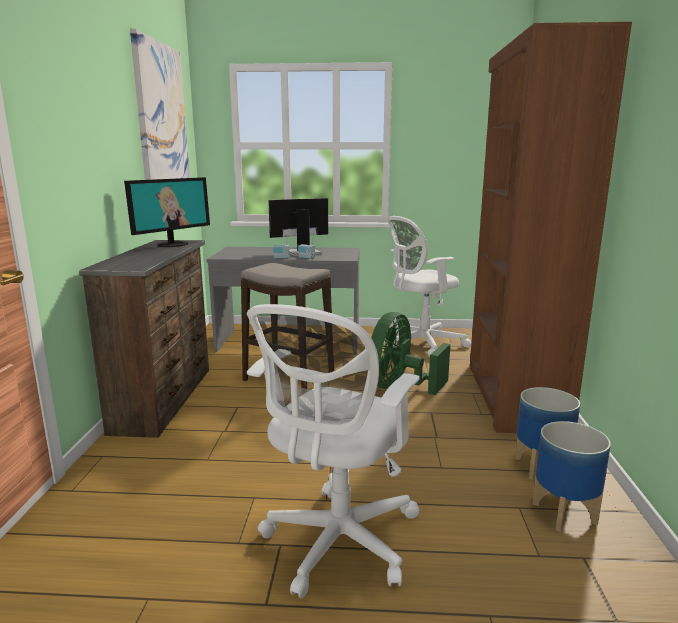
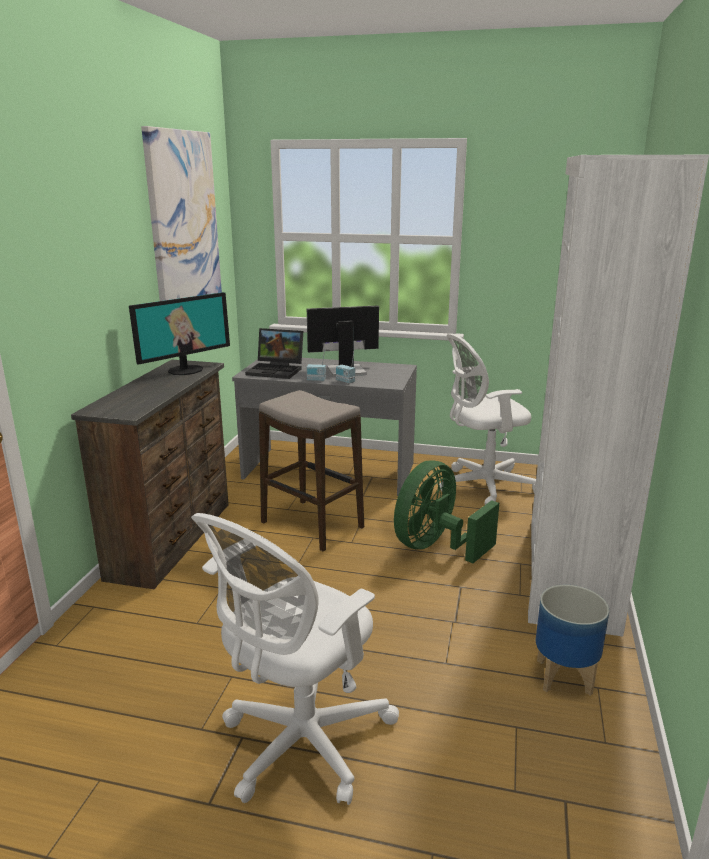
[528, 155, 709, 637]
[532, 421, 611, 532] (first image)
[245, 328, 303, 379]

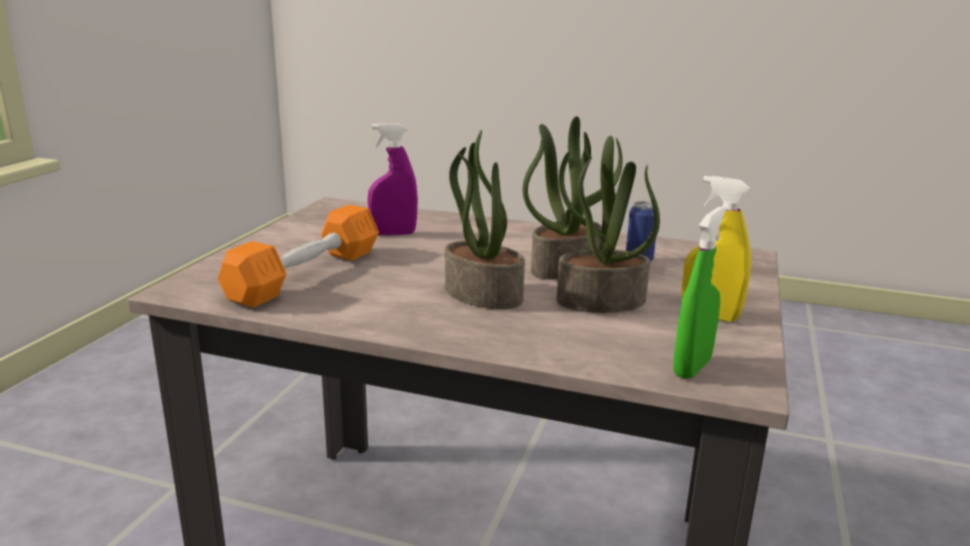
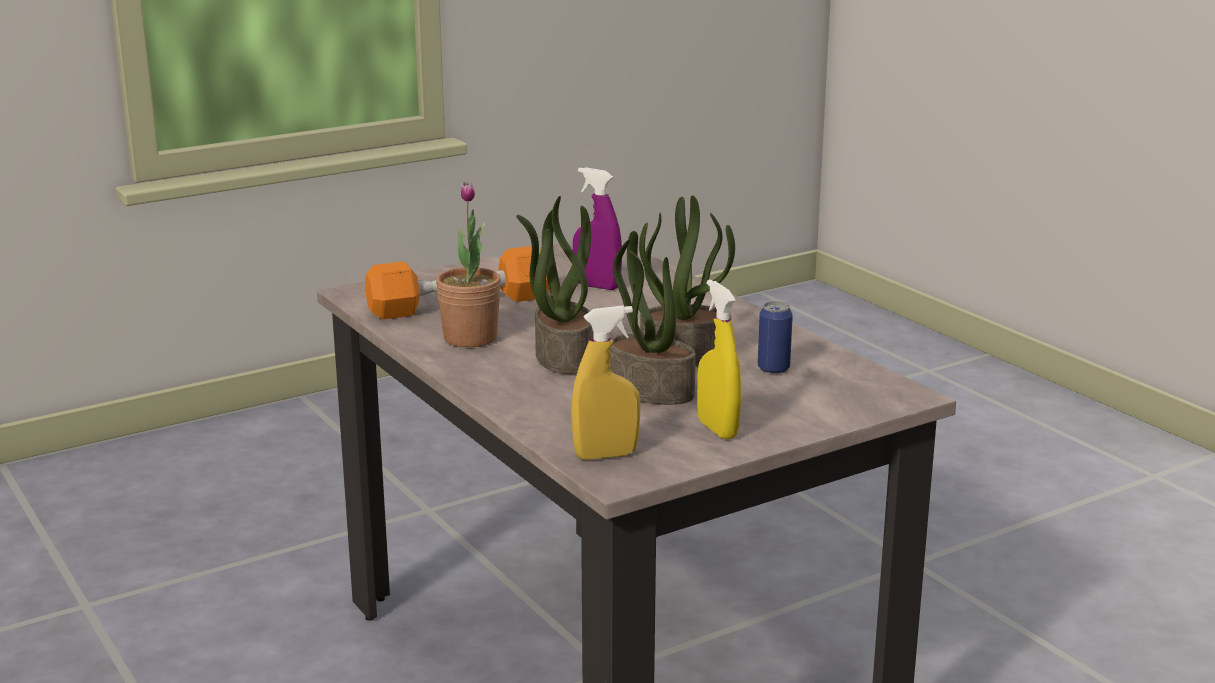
[571, 306, 640, 460]
[436, 182, 501, 347]

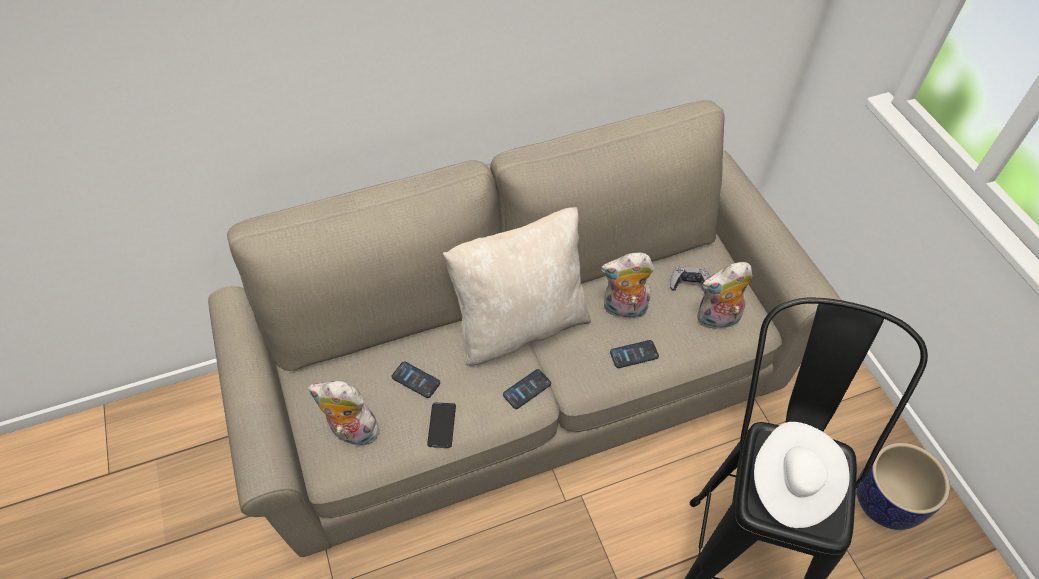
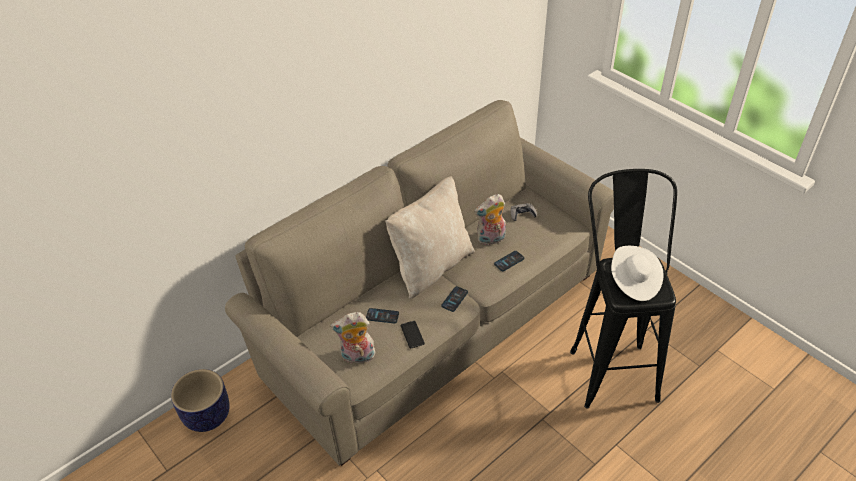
[697, 262, 752, 330] (first image)
[171, 369, 230, 432]

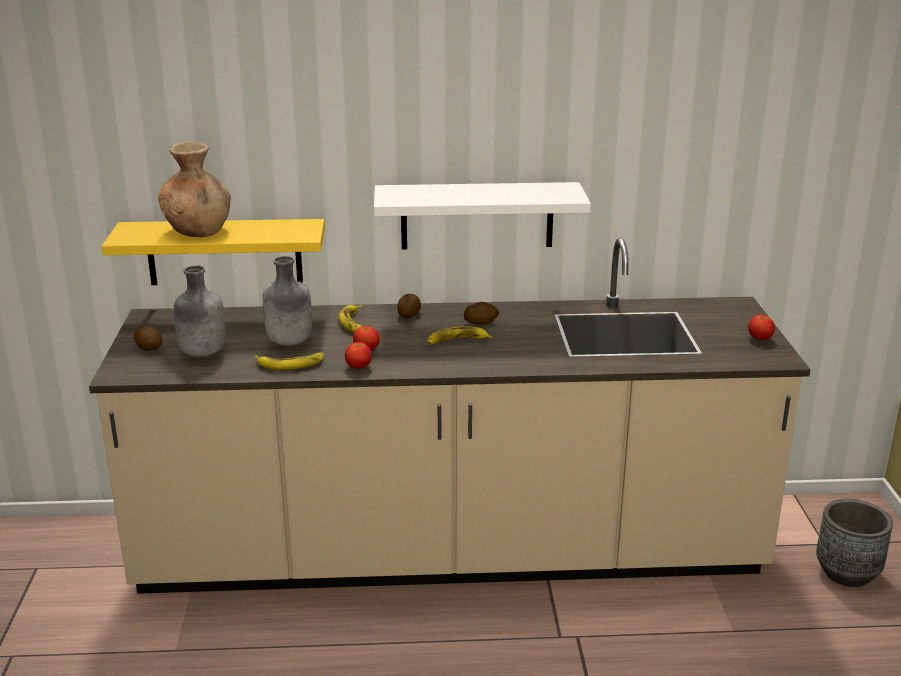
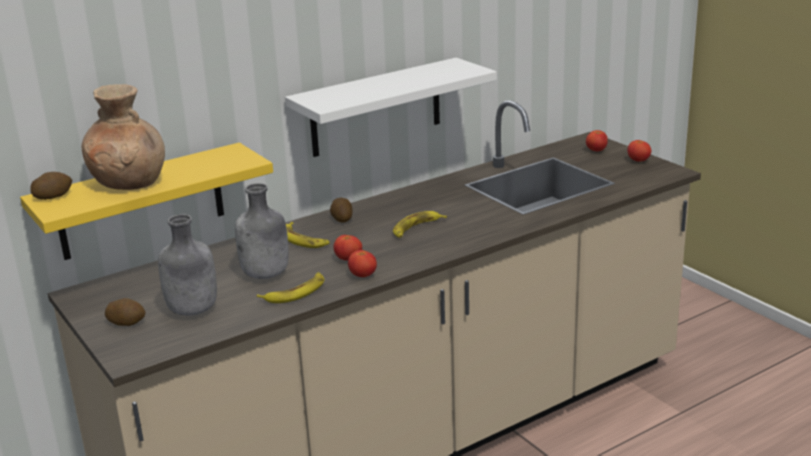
[30, 172, 72, 200]
[816, 499, 893, 587] (first image)
[586, 130, 608, 151]

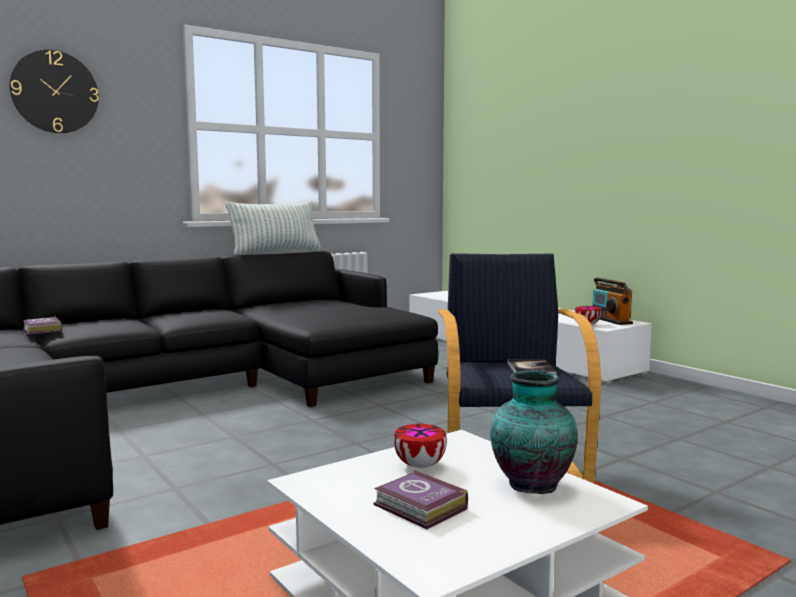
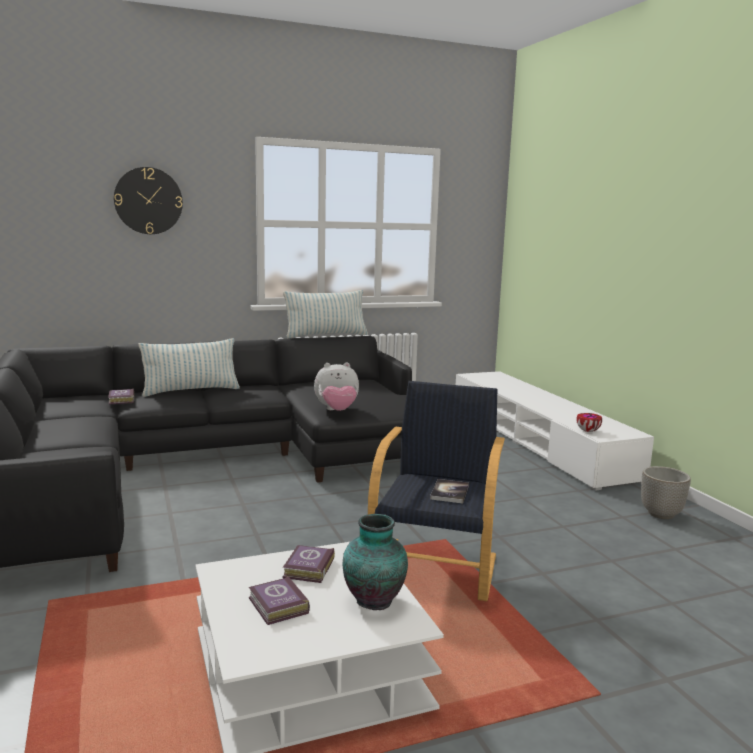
[283, 545, 335, 583]
[593, 277, 633, 325] (first image)
[138, 338, 240, 397]
[314, 363, 359, 411]
[641, 466, 691, 519]

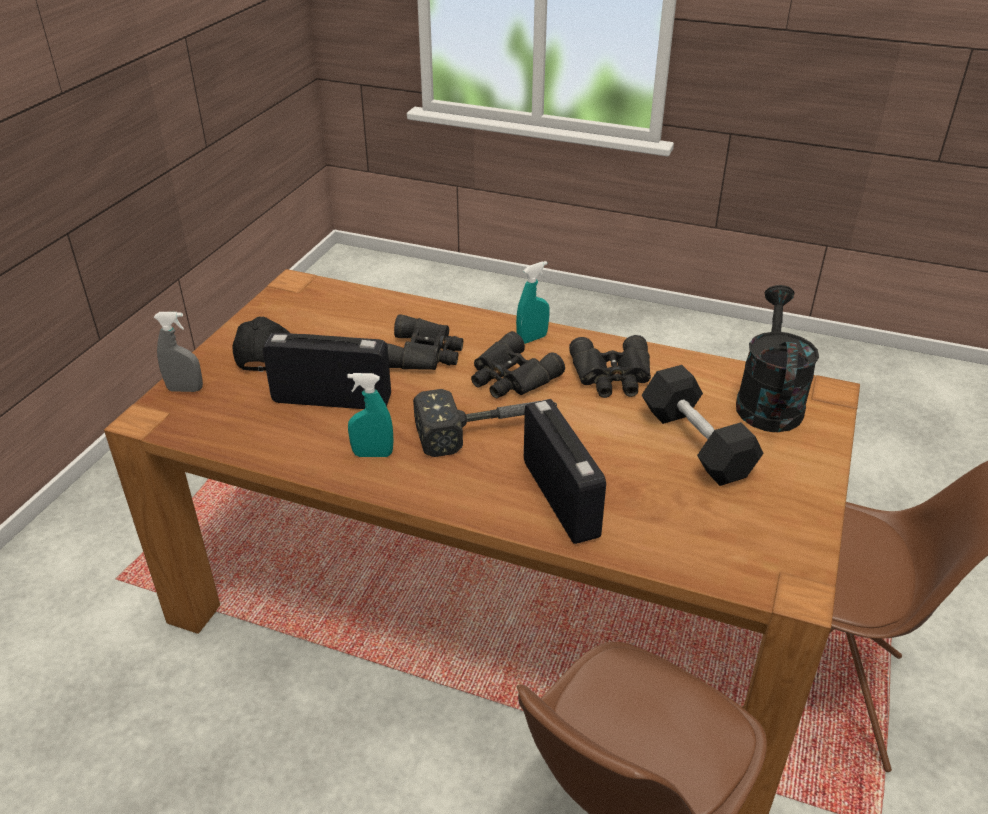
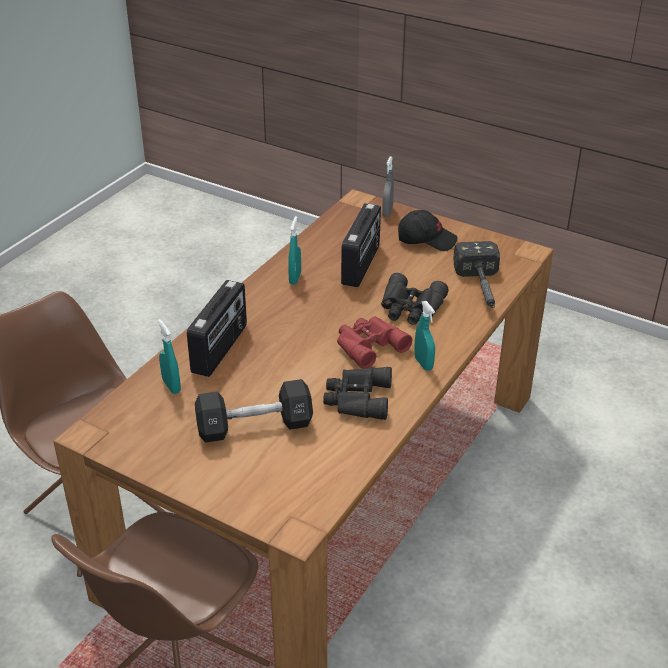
[453, 241, 500, 308]
[337, 317, 412, 368]
[187, 280, 247, 377]
[736, 285, 819, 432] (first image)
[158, 319, 181, 394]

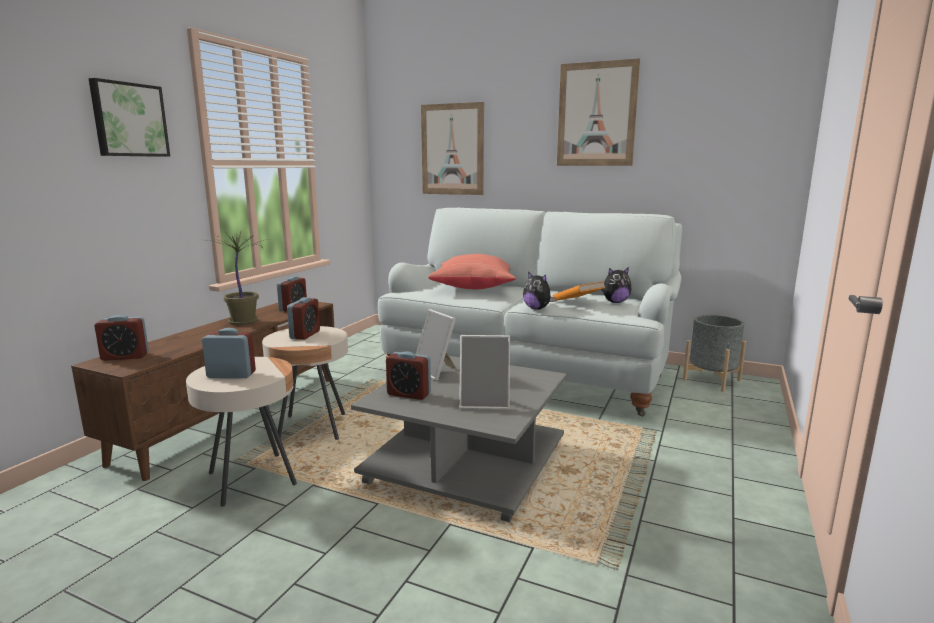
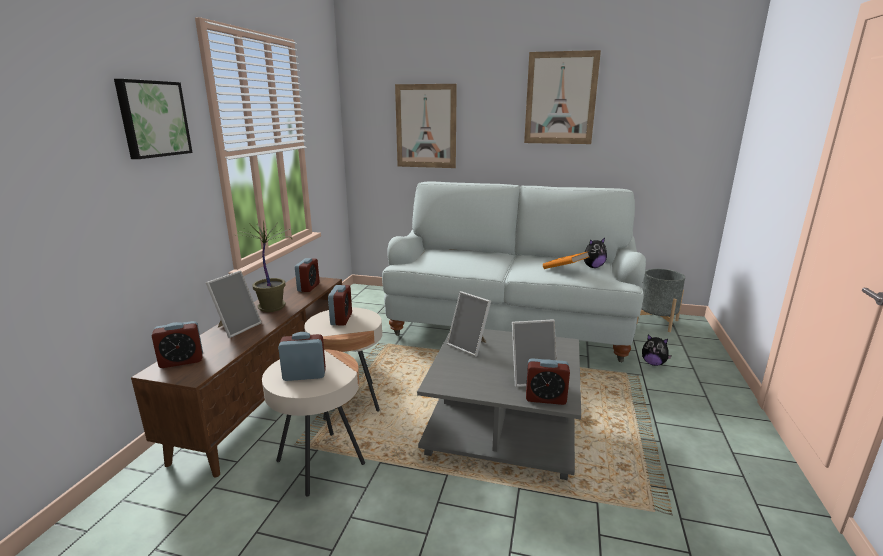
[526, 358, 570, 405]
[428, 254, 516, 289] (first image)
[642, 334, 672, 366]
[206, 271, 262, 338]

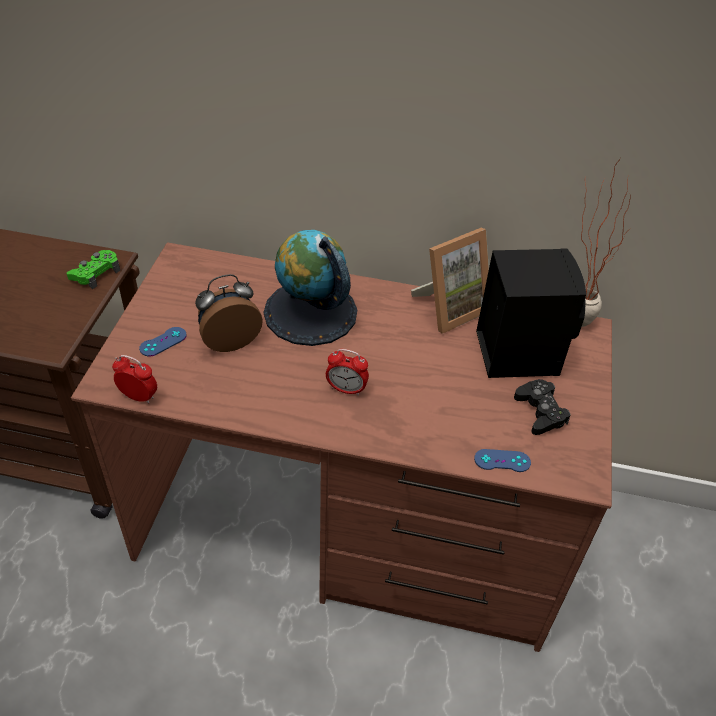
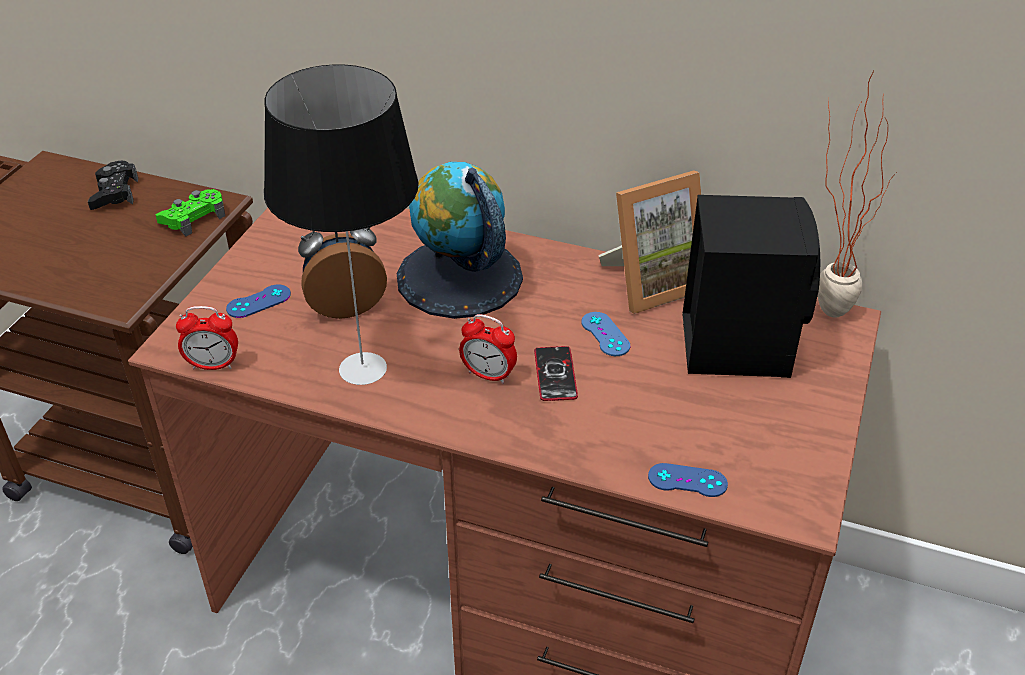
[176, 306, 238, 370]
[88, 161, 138, 210]
[264, 65, 419, 385]
[534, 346, 578, 401]
[581, 312, 630, 356]

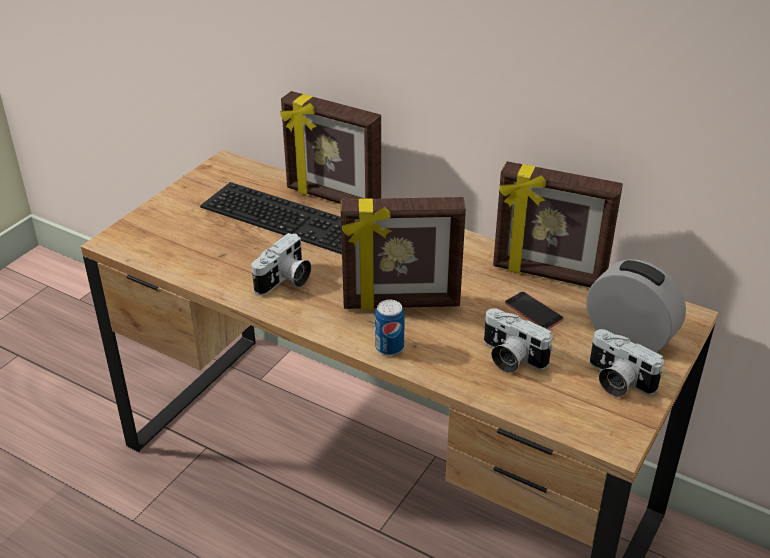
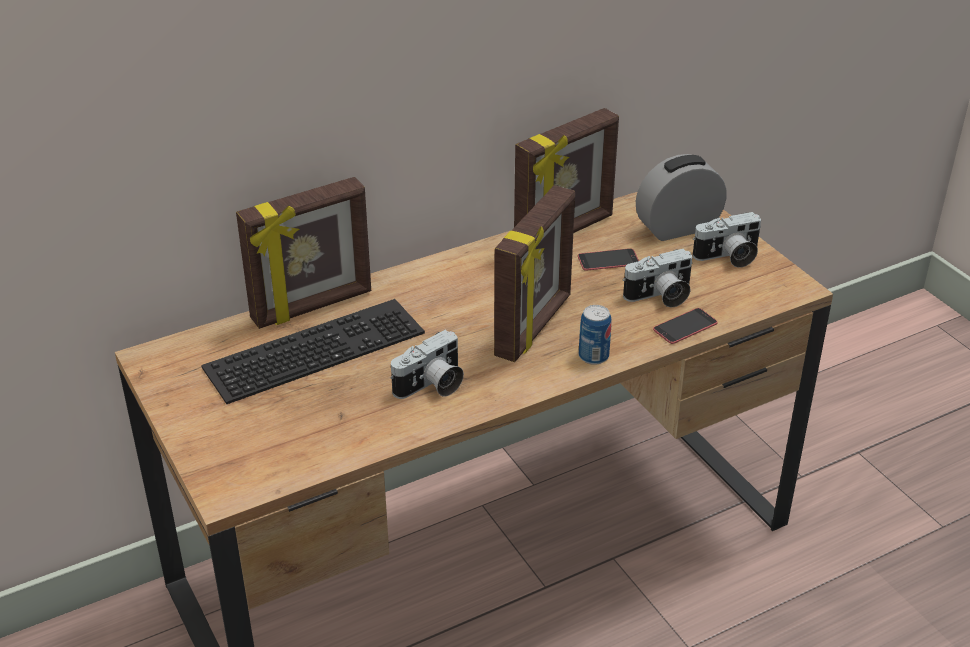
[391, 330, 464, 399]
[653, 308, 718, 344]

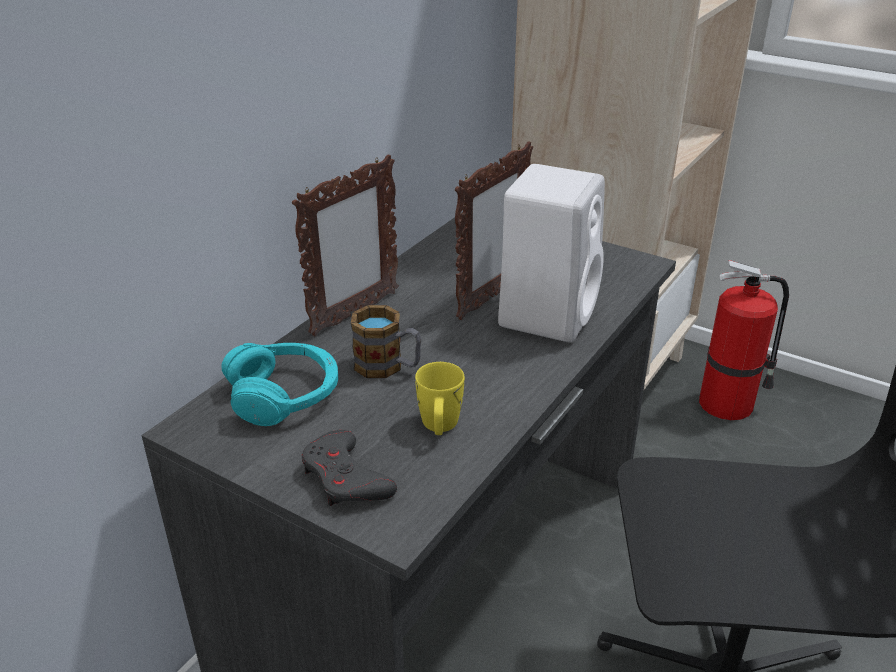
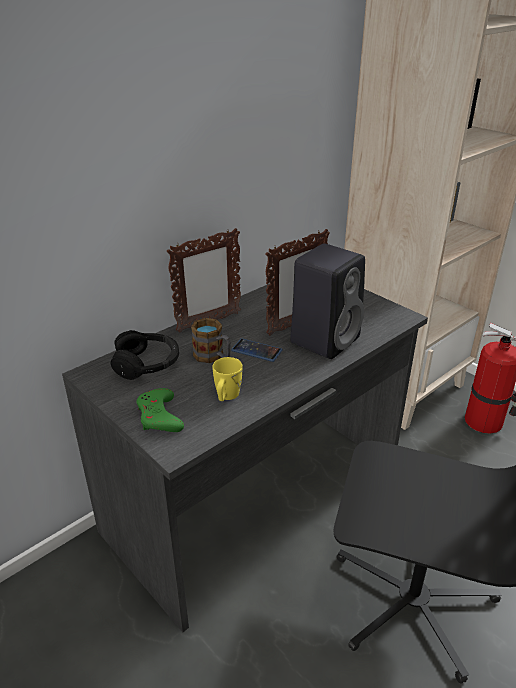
[111, 330, 179, 380]
[136, 388, 184, 432]
[290, 243, 365, 359]
[231, 338, 283, 362]

